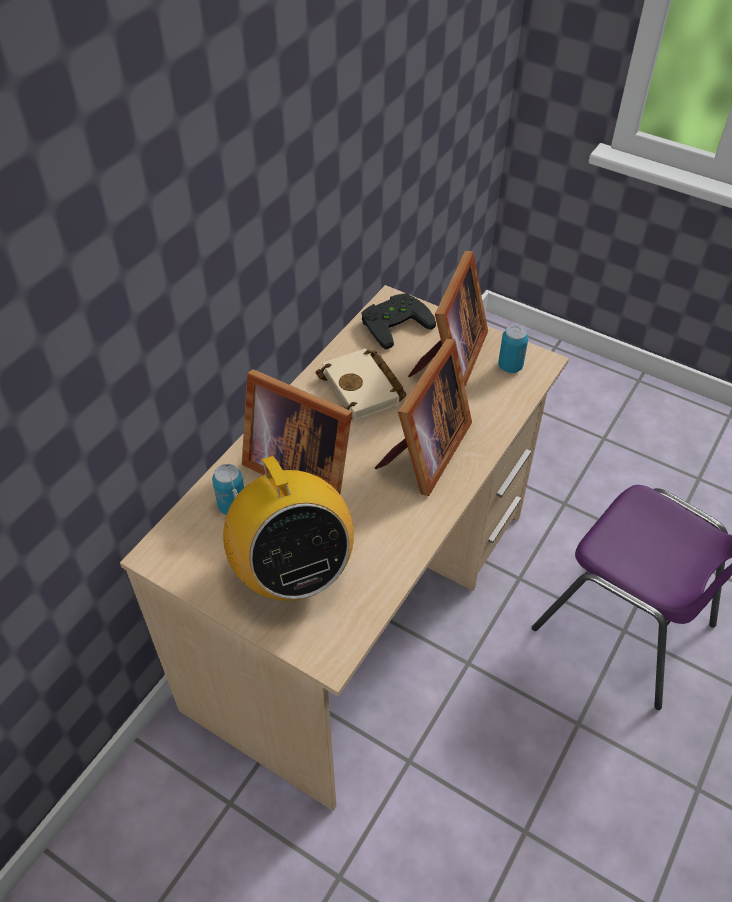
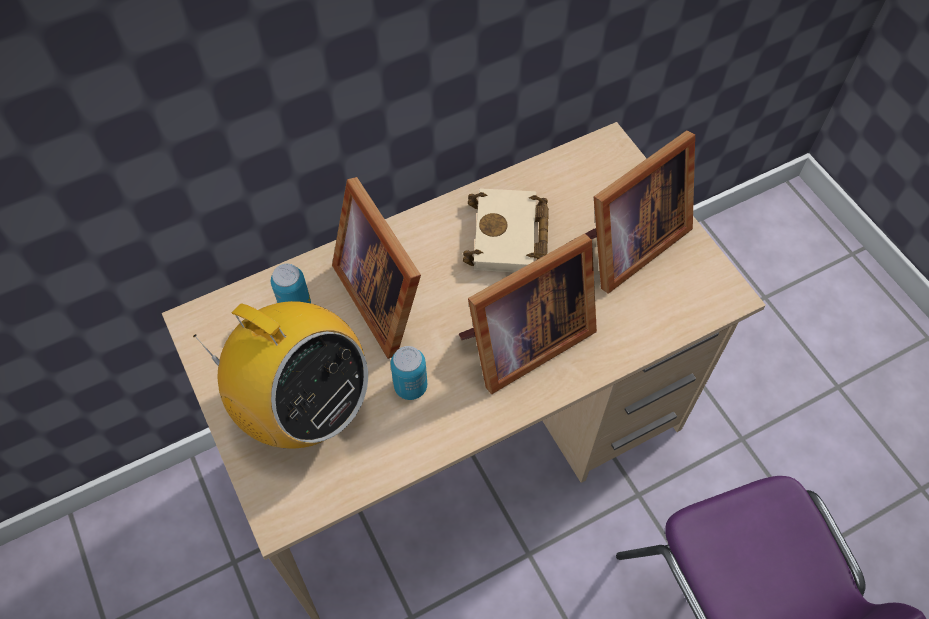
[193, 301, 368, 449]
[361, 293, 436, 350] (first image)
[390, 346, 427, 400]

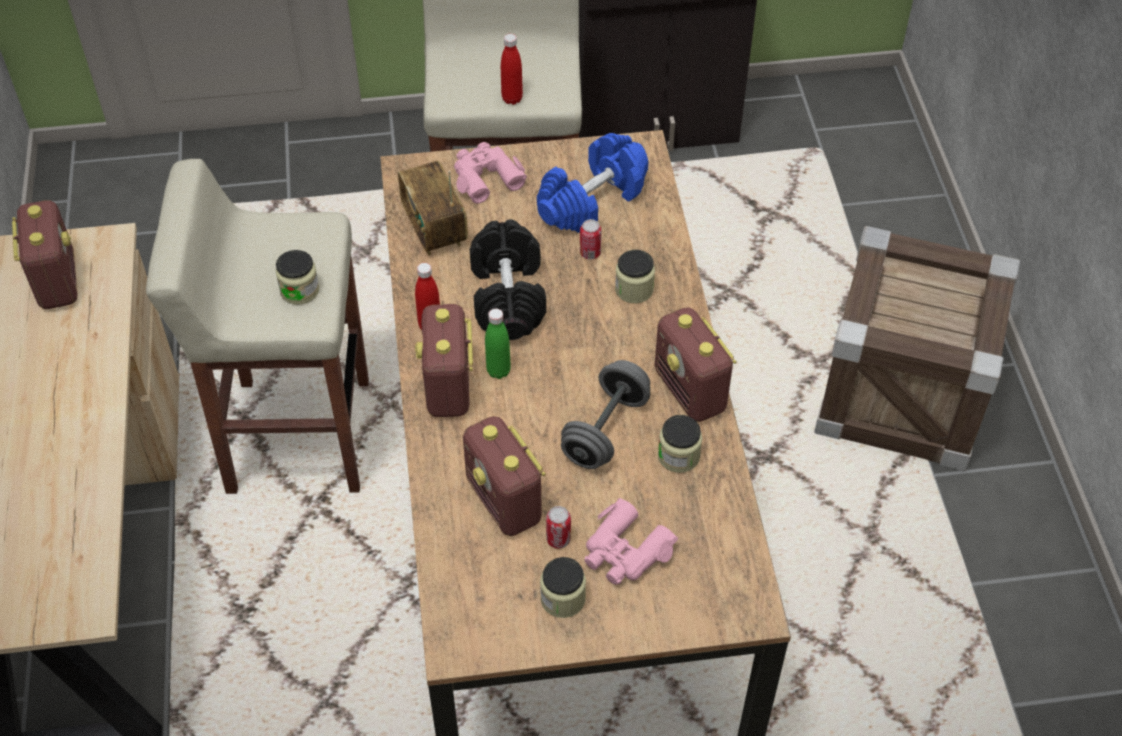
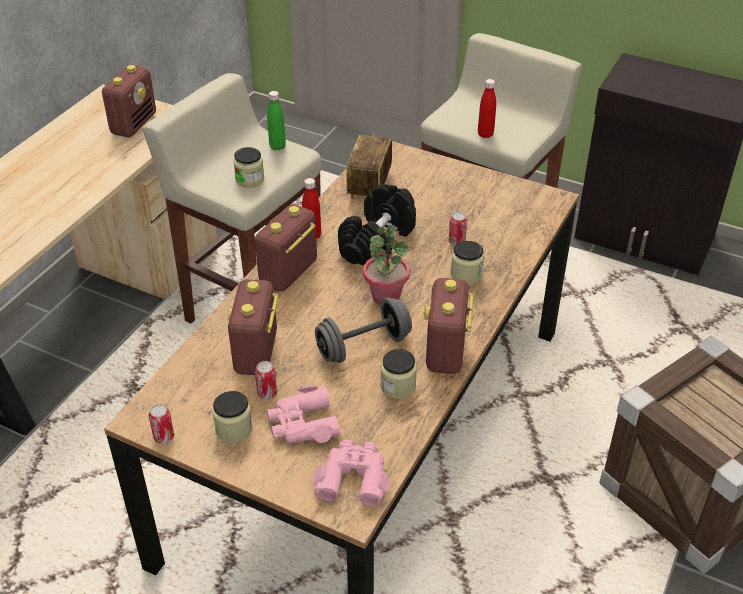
[313, 439, 390, 506]
[267, 91, 286, 150]
[537, 133, 648, 233] (first image)
[149, 404, 174, 443]
[363, 225, 410, 305]

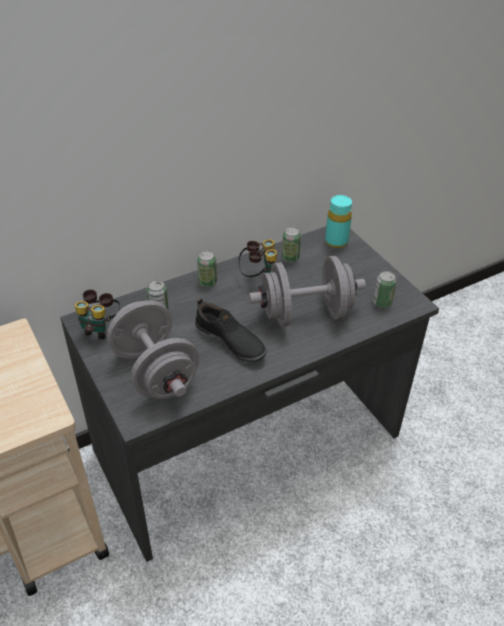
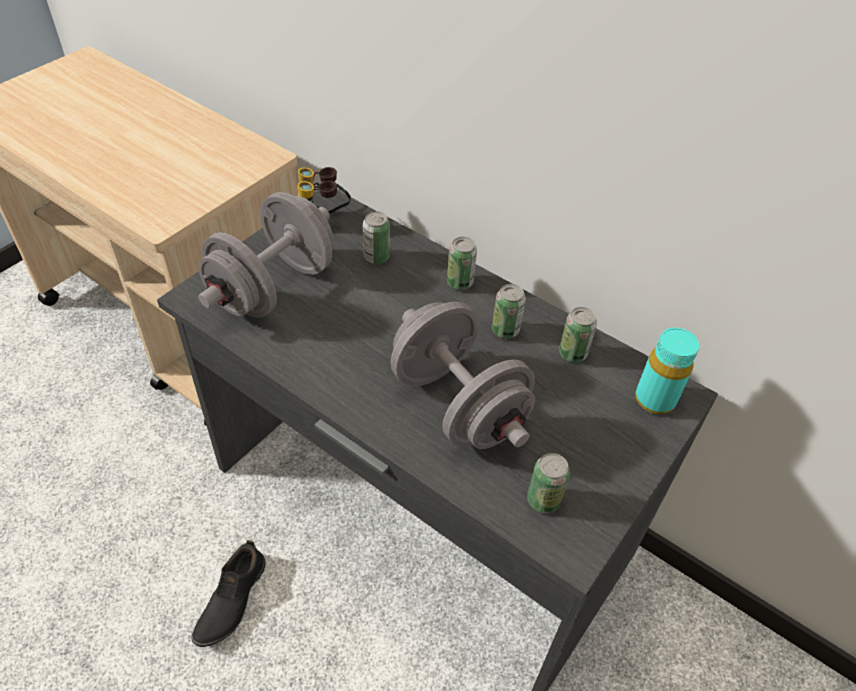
[191, 540, 266, 647]
[492, 284, 526, 339]

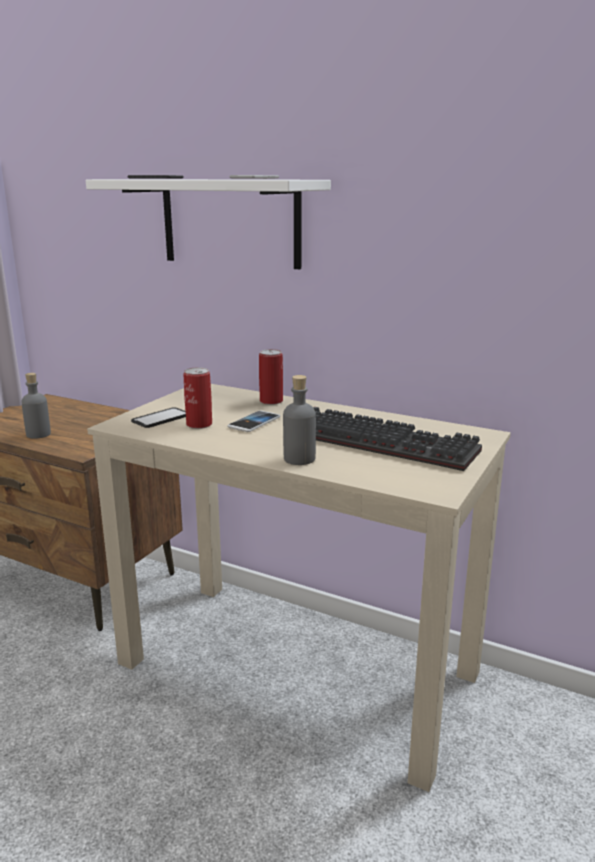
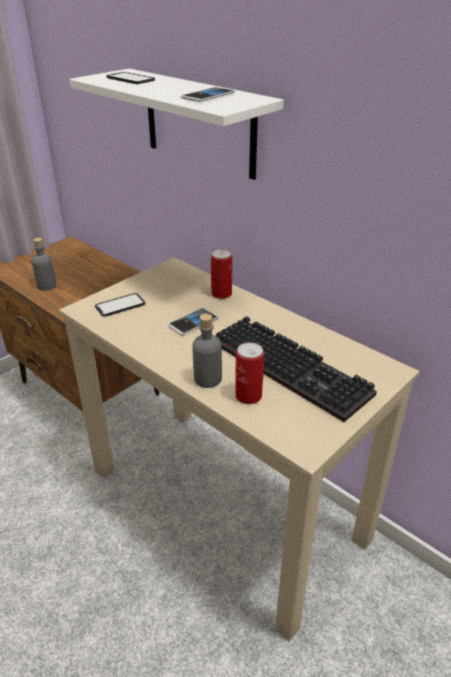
[235, 342, 264, 404]

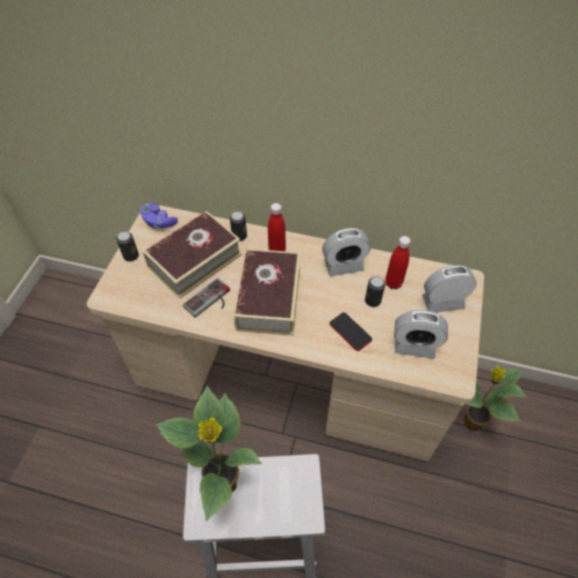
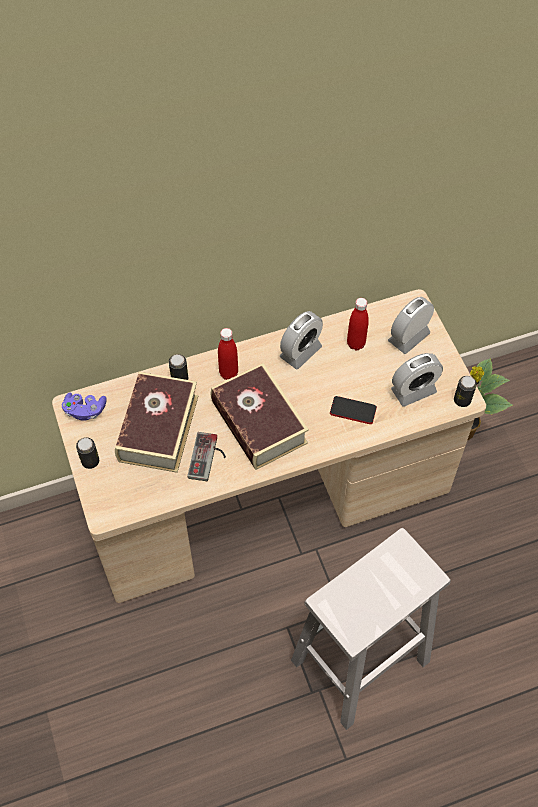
[156, 386, 262, 521] (first image)
[454, 376, 477, 407]

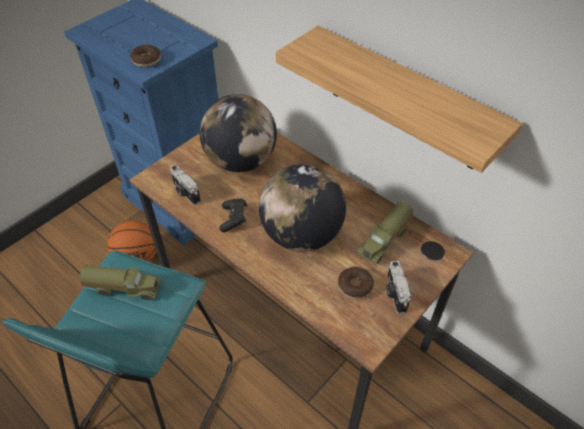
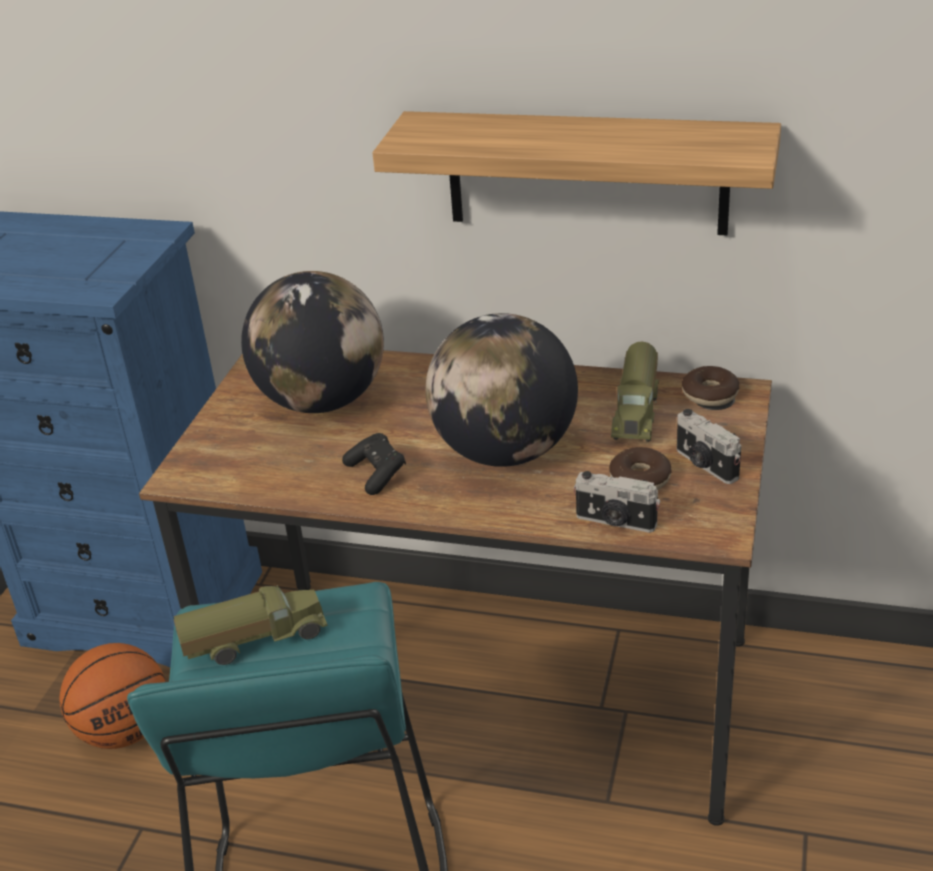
[682, 366, 739, 406]
[574, 471, 660, 533]

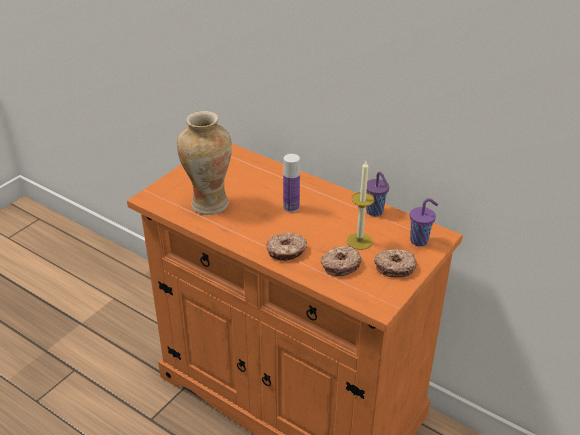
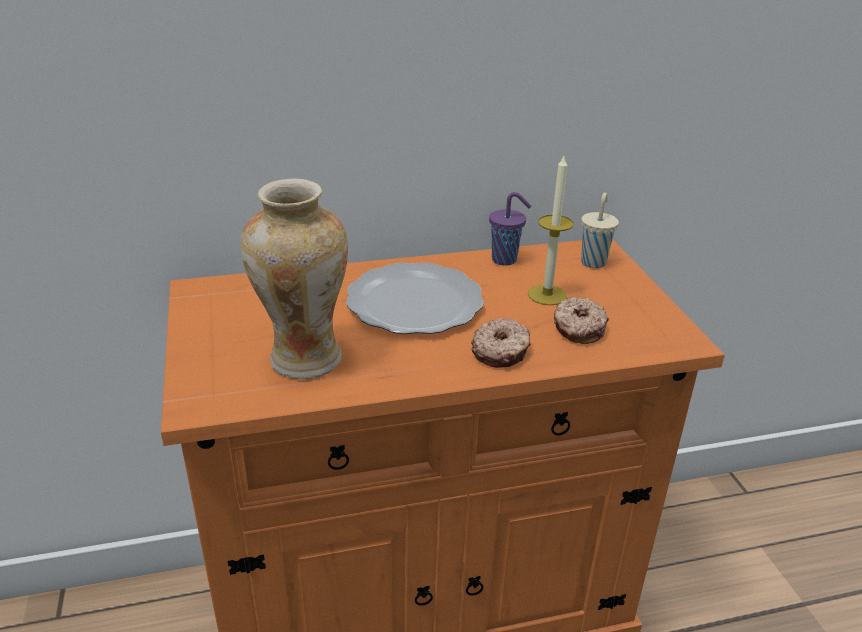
[346, 262, 484, 334]
[374, 248, 417, 277] (first image)
[581, 192, 619, 268]

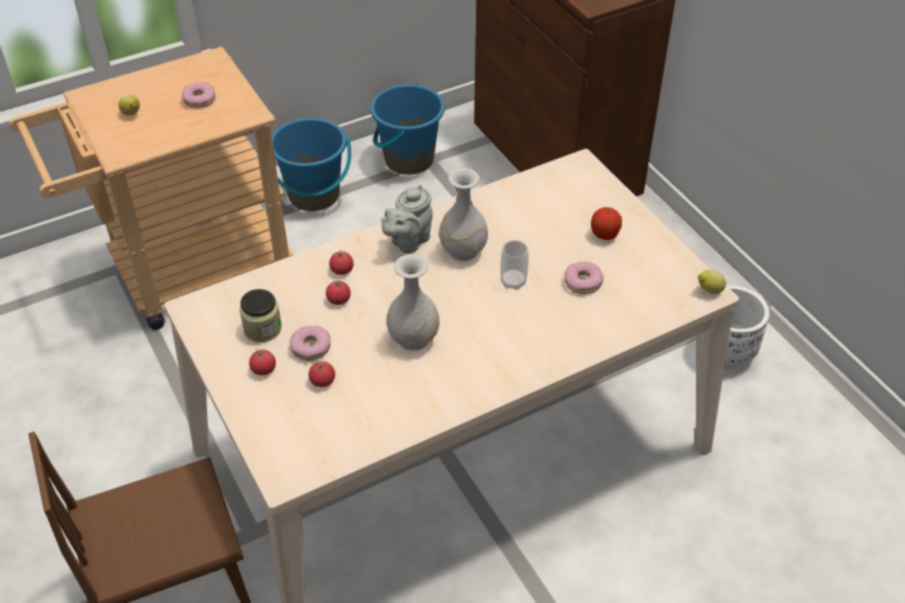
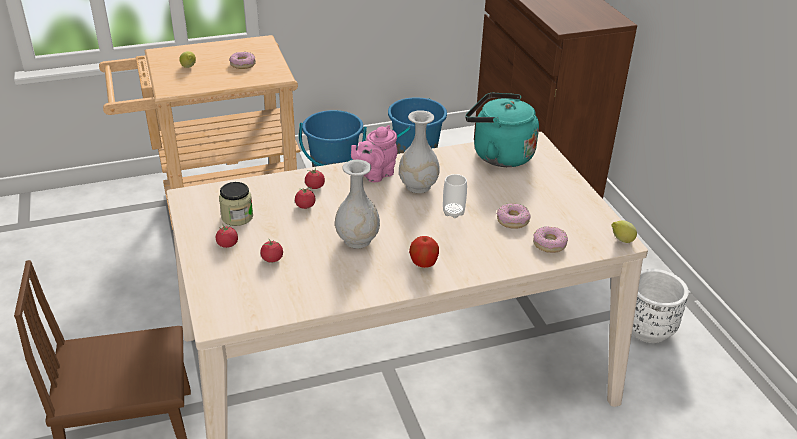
[533, 226, 568, 253]
[351, 125, 397, 182]
[409, 236, 439, 268]
[465, 93, 539, 167]

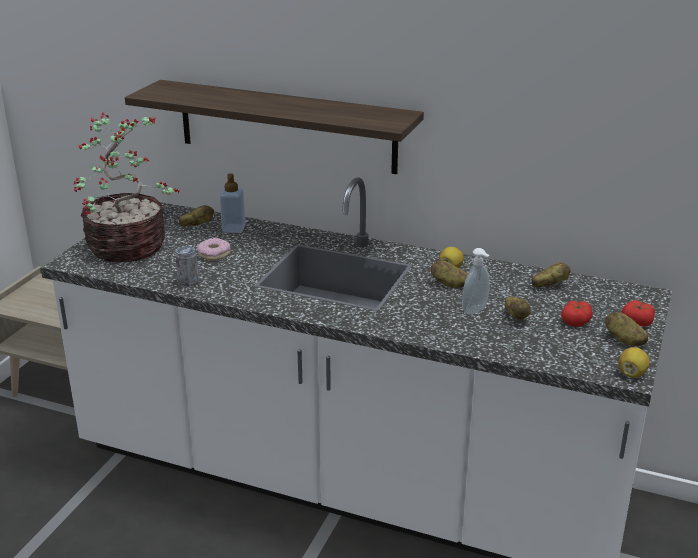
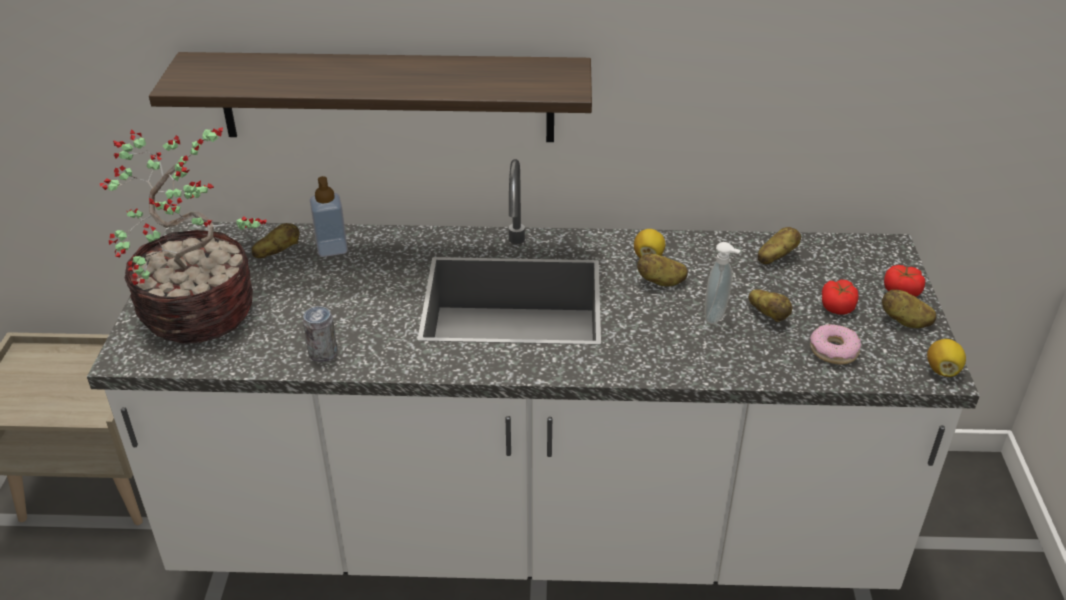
[810, 324, 861, 364]

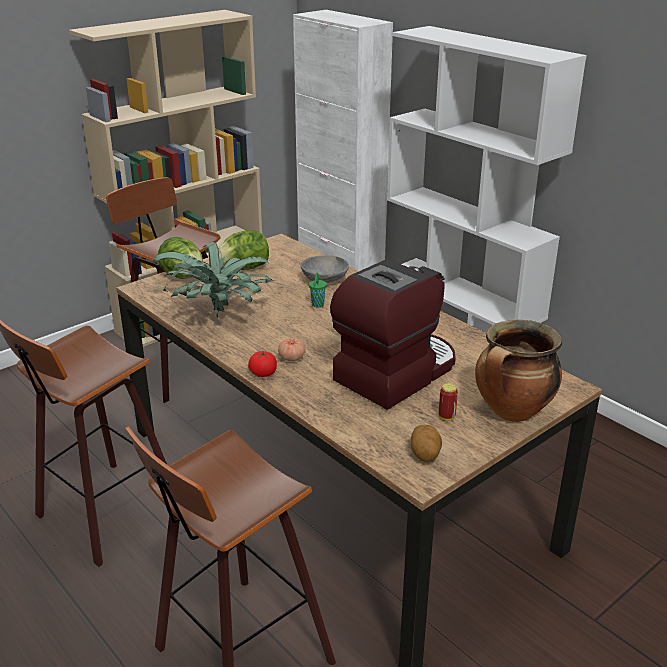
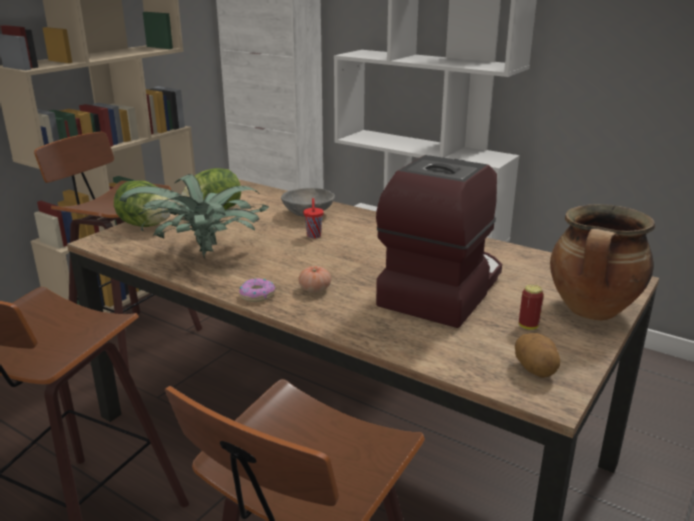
[248, 351, 277, 377] (first image)
[303, 198, 324, 238]
[239, 278, 276, 302]

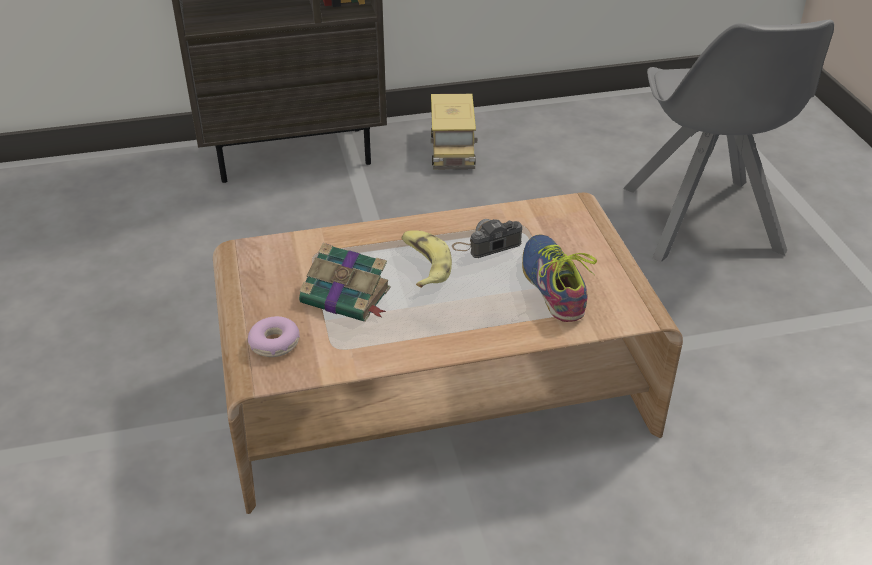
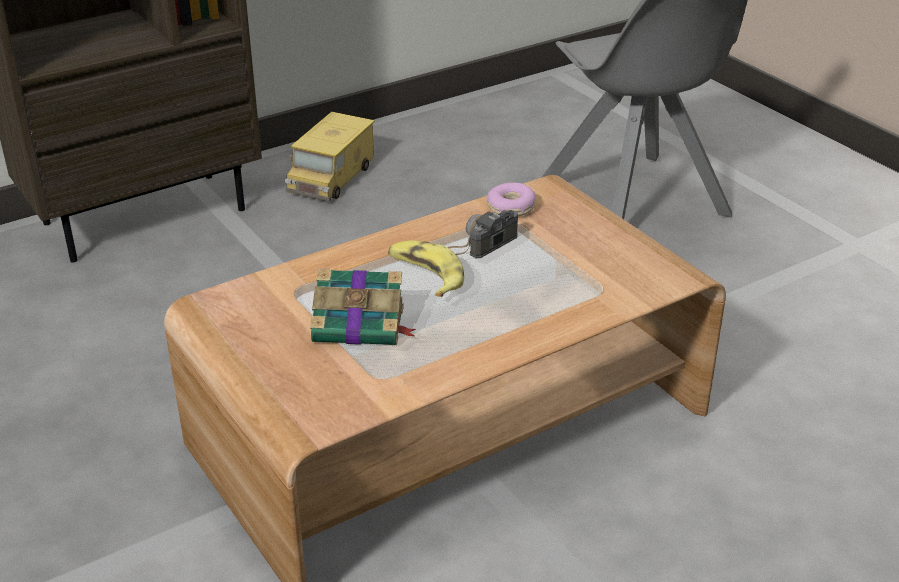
[486, 183, 535, 216]
[285, 112, 375, 202]
[522, 235, 597, 322] (first image)

